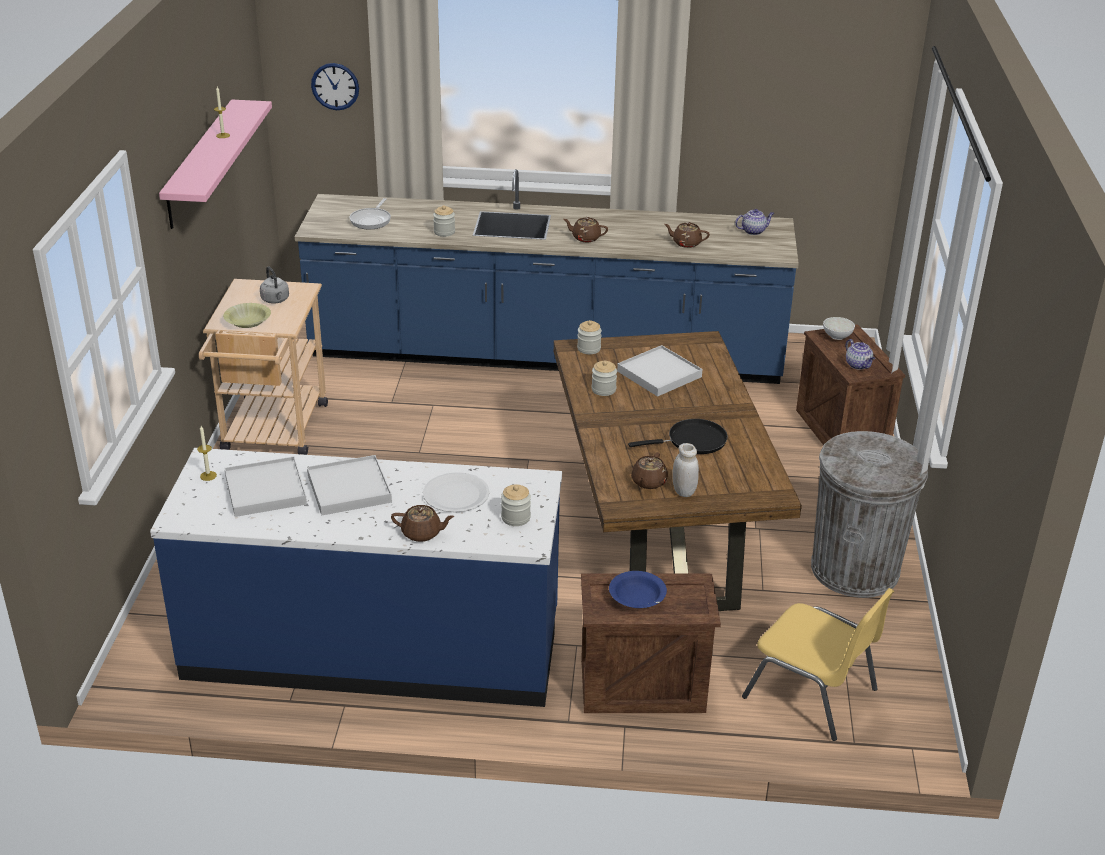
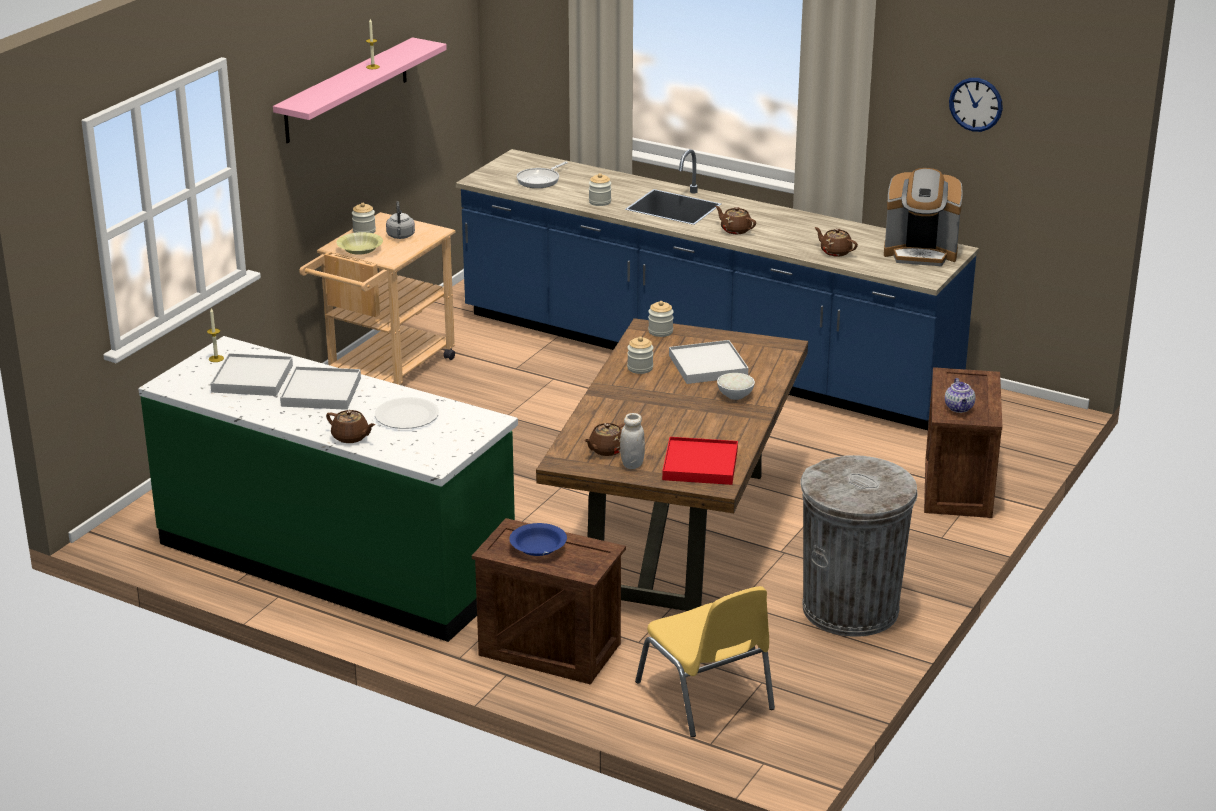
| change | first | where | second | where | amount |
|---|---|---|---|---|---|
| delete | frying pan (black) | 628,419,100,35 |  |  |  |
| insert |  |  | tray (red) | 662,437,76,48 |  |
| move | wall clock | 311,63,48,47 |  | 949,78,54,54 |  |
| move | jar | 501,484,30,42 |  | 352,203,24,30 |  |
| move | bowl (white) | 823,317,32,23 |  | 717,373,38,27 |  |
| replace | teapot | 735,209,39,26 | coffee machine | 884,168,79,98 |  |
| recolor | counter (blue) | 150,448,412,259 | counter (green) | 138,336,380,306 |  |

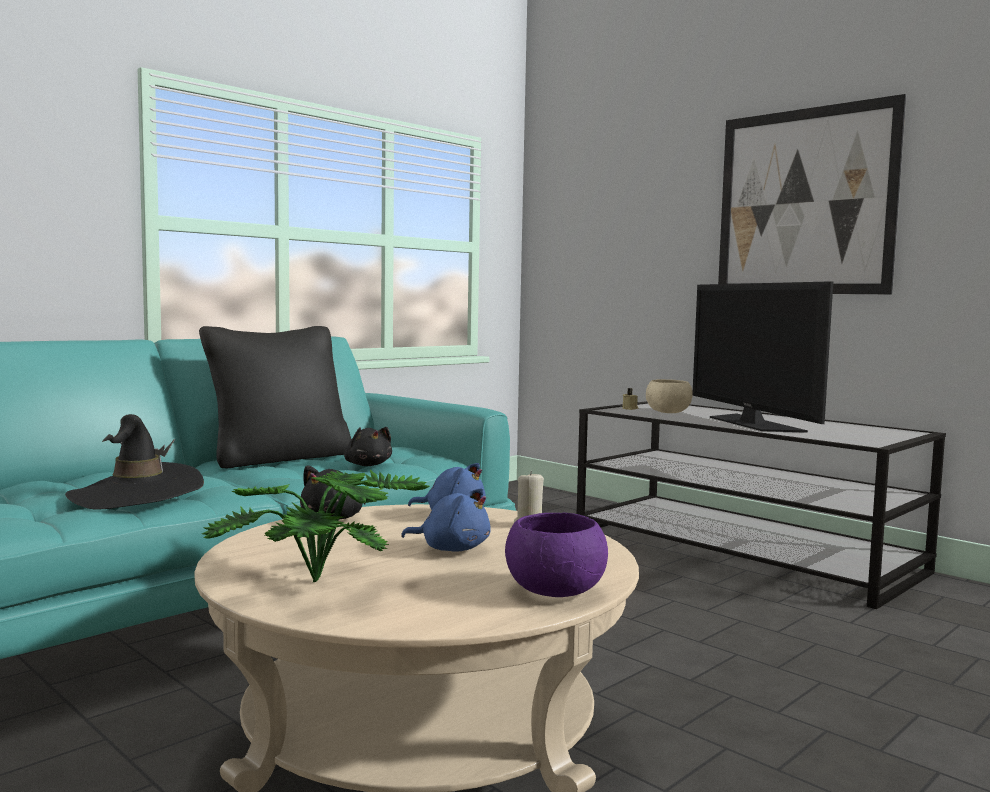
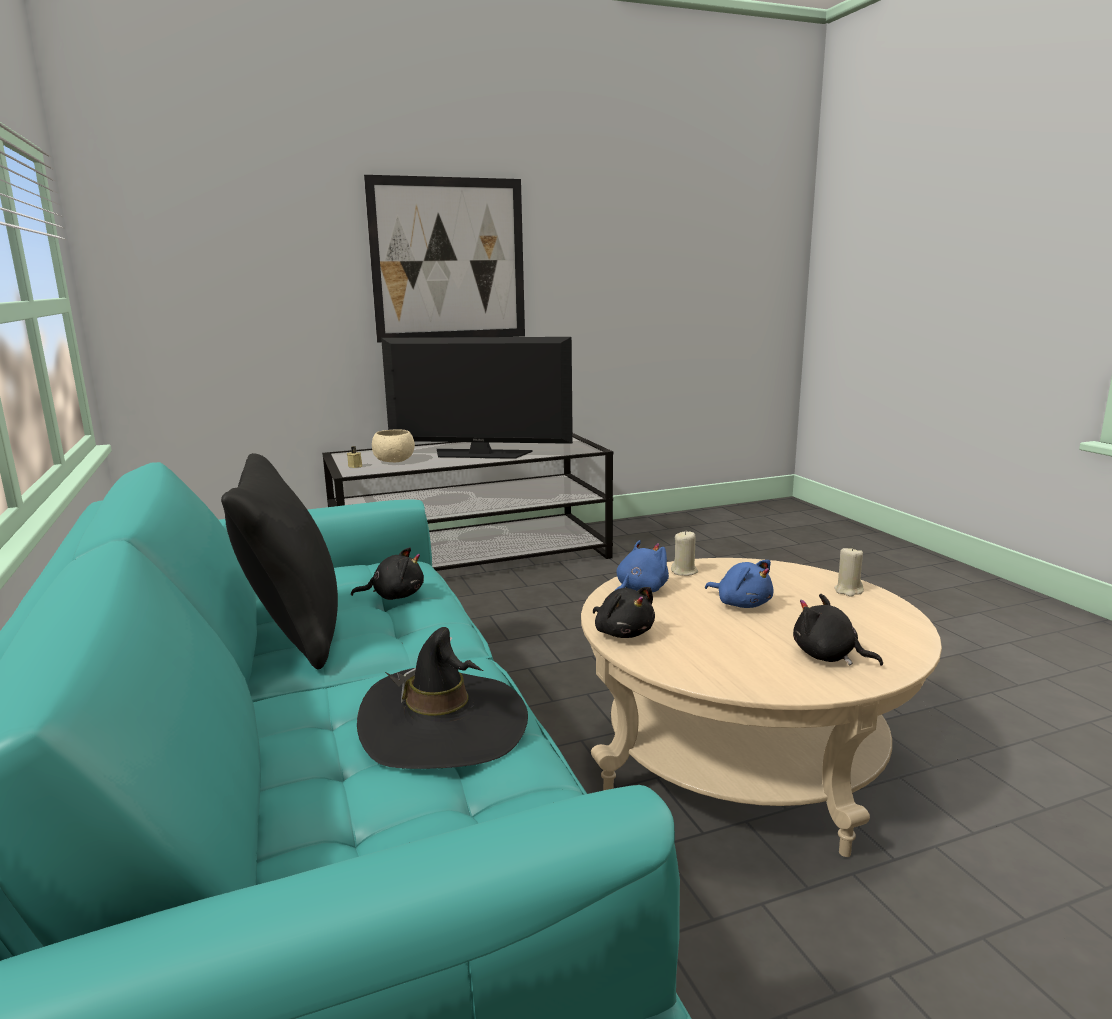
| change | first | where | second | where | amount |
|---|---|---|---|---|---|
| replace | potted plant | 202,470,228,112 | plush toy (black) | 793,594,90,72 |  |
| replace | bowl (purple) | 505,512,103,85 | candle (beige) | 834,547,30,50 |  |
| rotate | plush toy (blue) | 401,488,90,64 |  | 705,560,69,48 | 90 degrees clockwise |

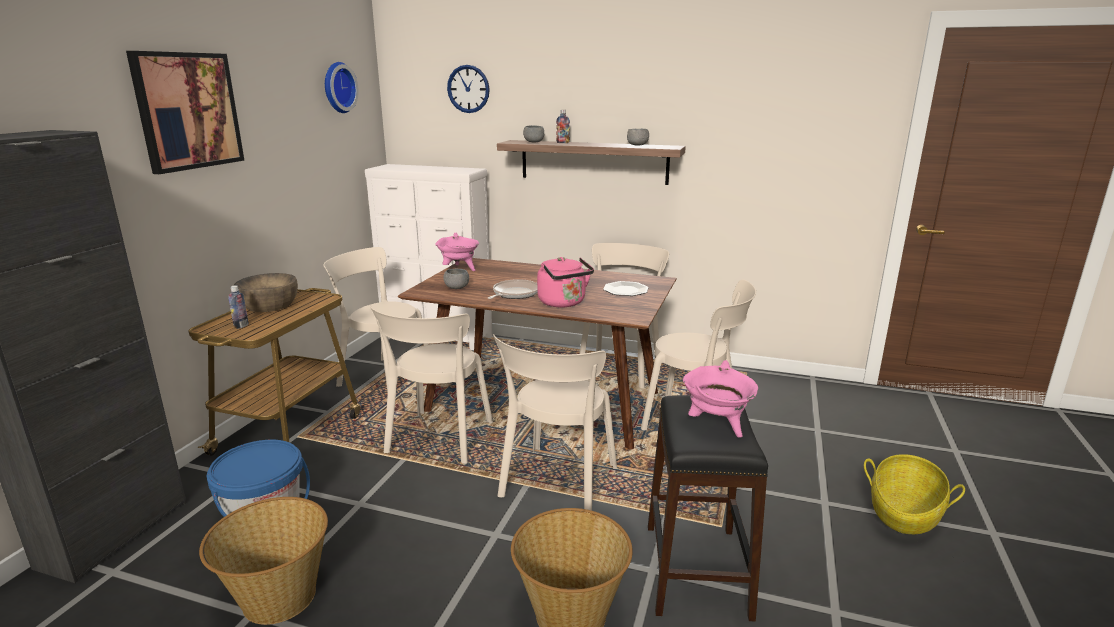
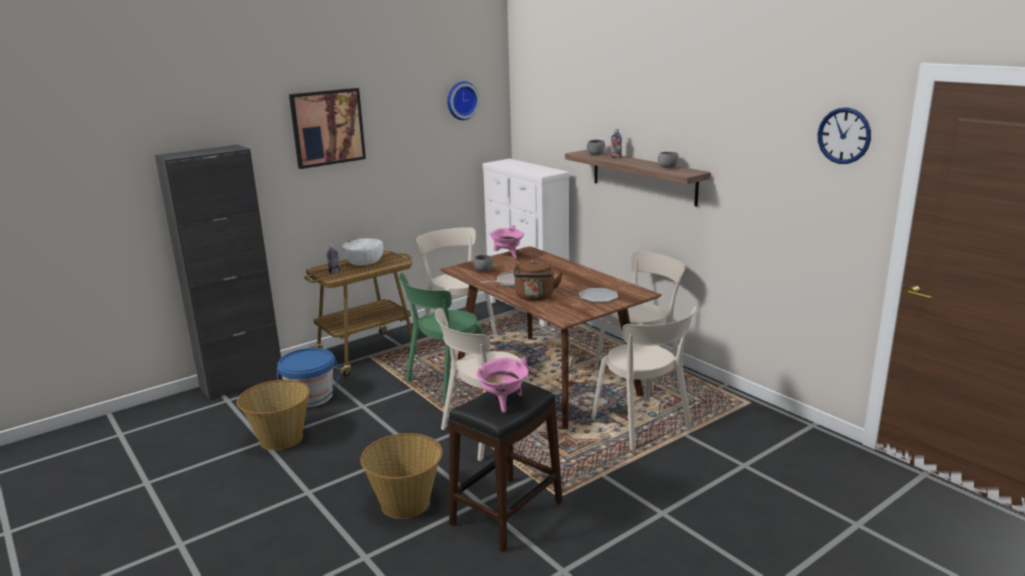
| change | first | where | second | where | amount |
|---|---|---|---|---|---|
| delete | basket | 864,454,101,80 |  |  |  |
| move | wall clock | 447,65,43,48 |  | 818,107,53,57 |  |
| recolor | bowl (brown) | 234,273,64,39 | bowl (white) | 342,238,41,27 |  |
| recolor | chair (beige) | 370,306,123,158 | chair (green) | 399,273,84,130 |  |
| recolor | kettle (pink) | 537,257,57,50 | kettle (brown) | 514,260,49,41 |  |

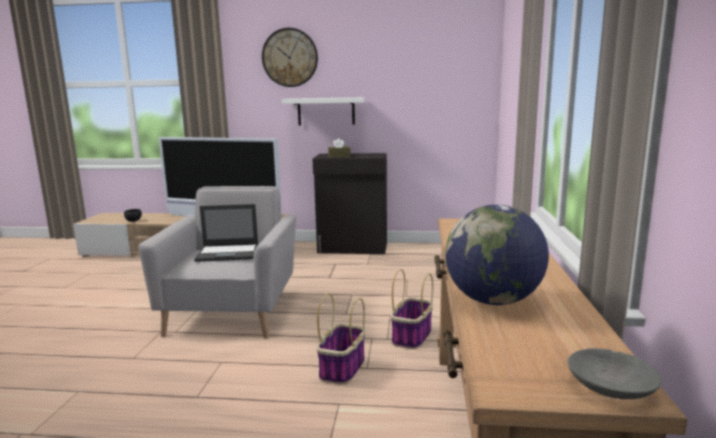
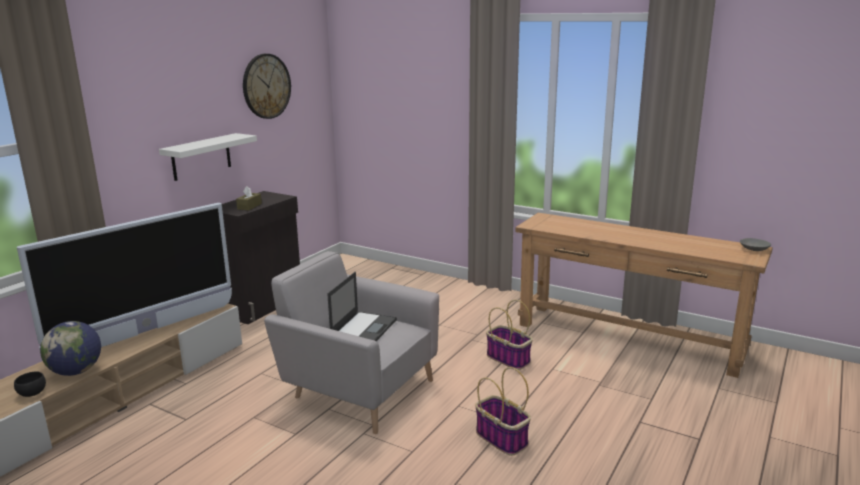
| change | first | where | second | where | amount |
|---|---|---|---|---|---|
| move | wall clock | 262,28,56,59 |  | 243,54,48,65 |  |
| move | basket | 391,269,42,80 |  | 475,367,56,89 |  |
| move | globe | 445,205,104,100 |  | 40,321,61,55 |  |

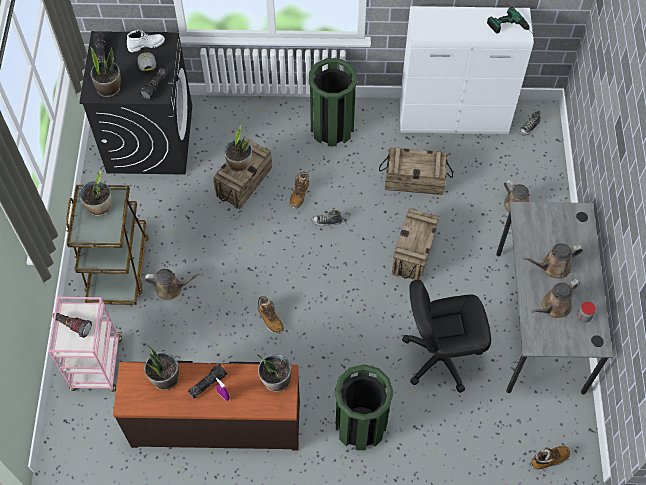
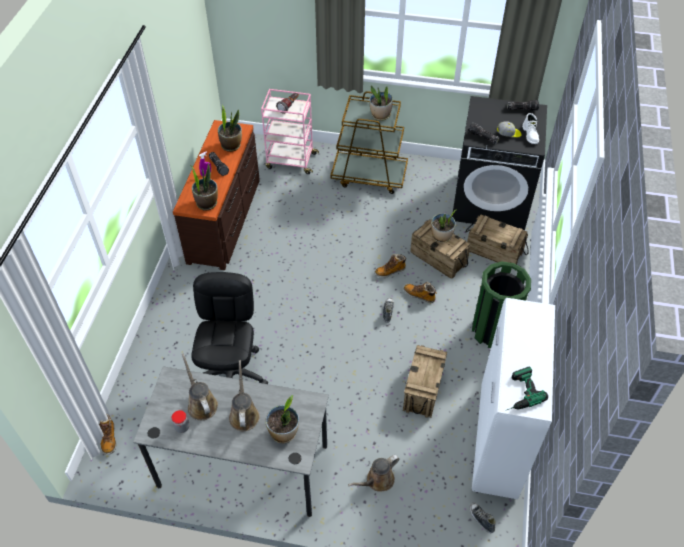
| change | first | where | second | where | amount |
|---|---|---|---|---|---|
| delete | watering can (brown) | 145,269,58,31 |  |  |  |
| delete | trash can (green) | 335,364,59,86 |  |  |  |
| move | potted plant | 90,47,31,50 |  | 265,395,34,48 |  |
| move | boot | 258,296,26,38 |  | 375,254,31,24 |  |
| move | crate | 392,208,48,72 |  | 465,214,64,50 |  |

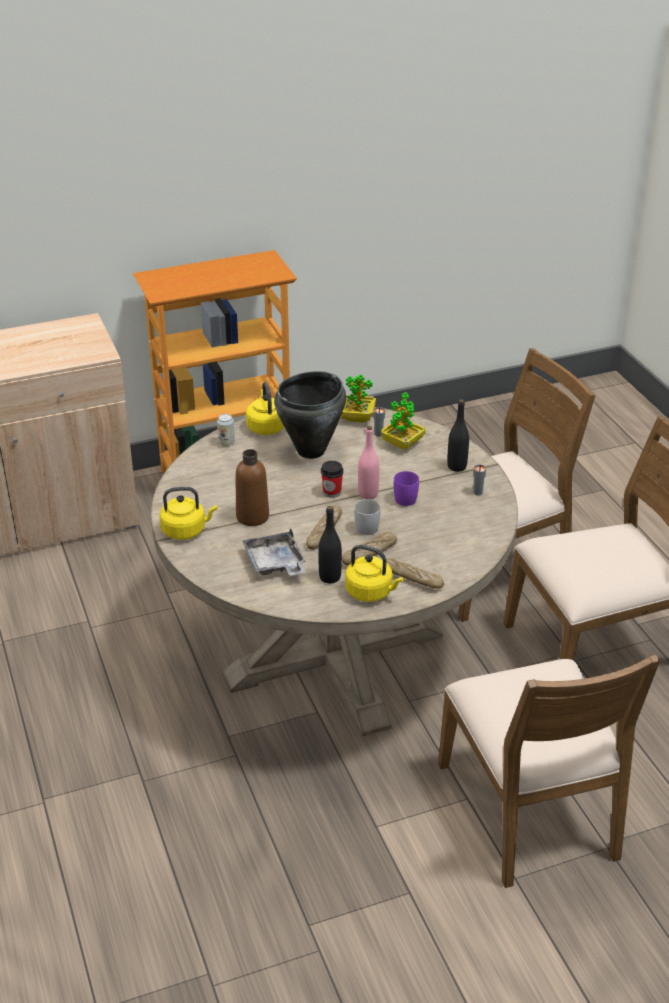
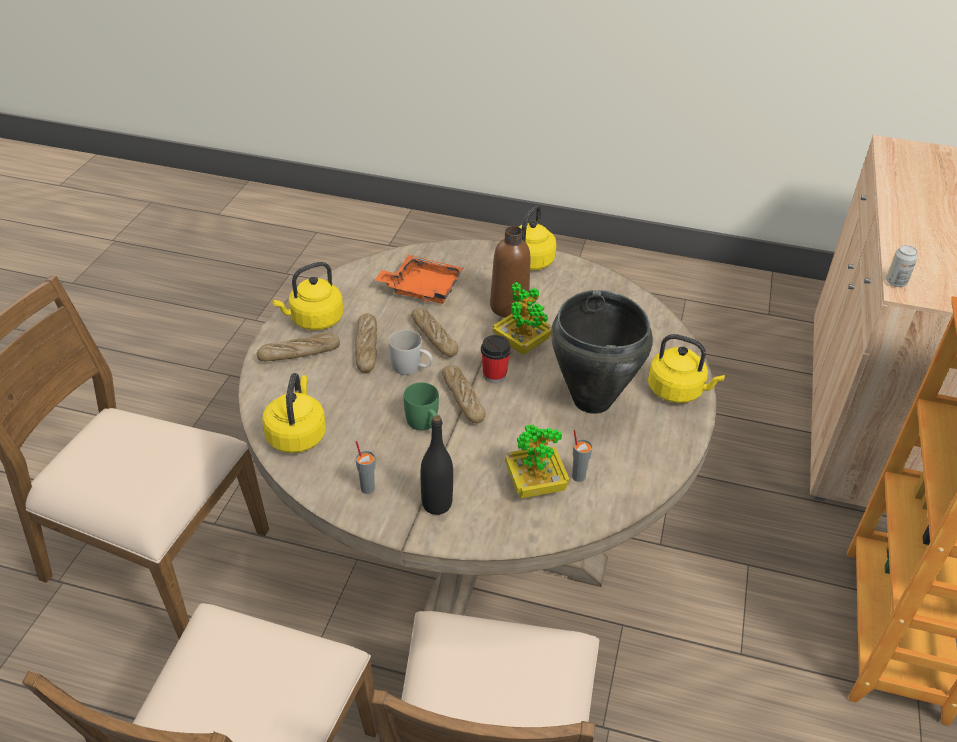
| change | first | where | second | where | amount |
|---|---|---|---|---|---|
| delete | bottle (black) | 318,506,24,78 |  |  |  |
| insert |  |  | kettle (yellow) | 263,373,63,80 |  |
| move | can | 217,414,18,32 |  | 886,245,32,42 |  |
| move | potted plant | 341,374,35,49 |  | 493,282,59,73 |  |
| replace | bottle (pink) | 358,426,21,73 | bread | 442,365,44,58 |  |
| recolor | tray (grey) | 242,528,64,48 | tray (orange) | 375,255,88,49 |  |
| recolor | mug (purple) | 394,471,25,35 | mug (green) | 403,382,36,49 |  |

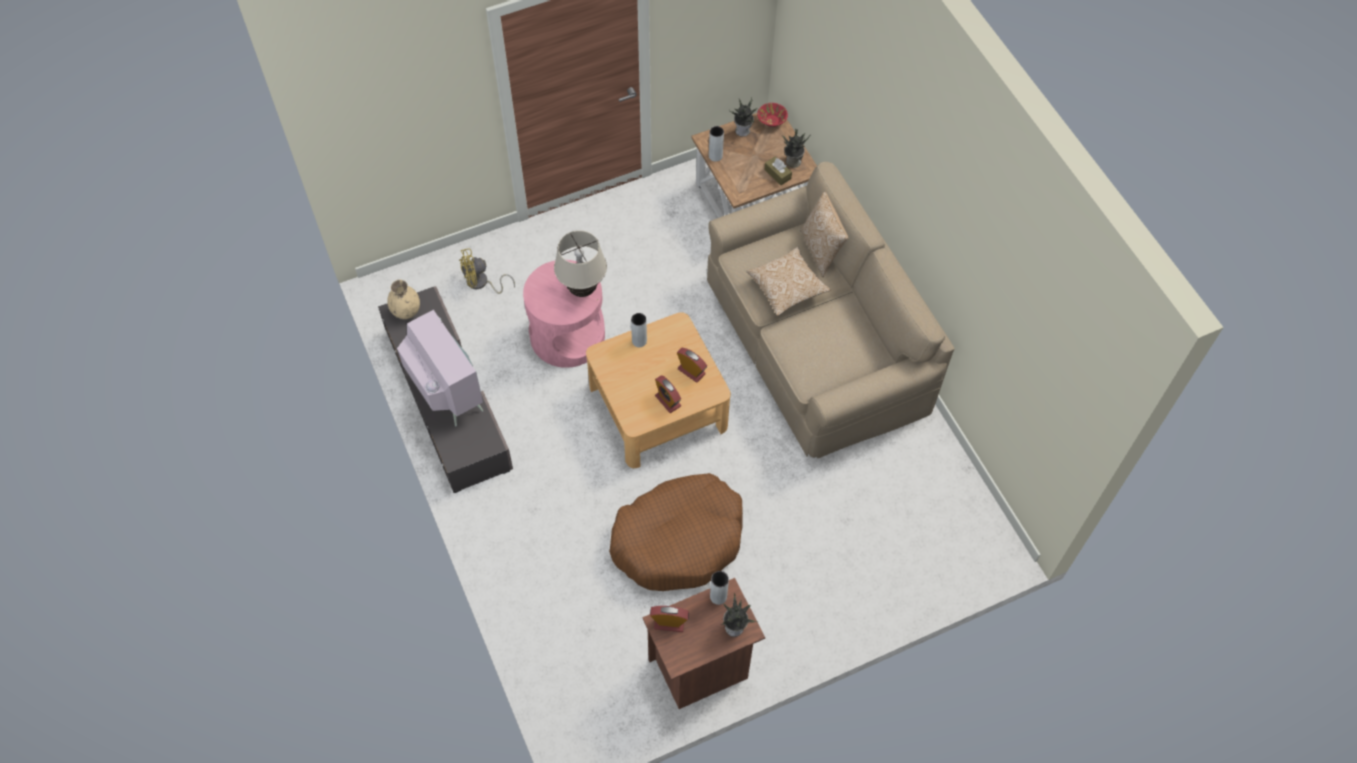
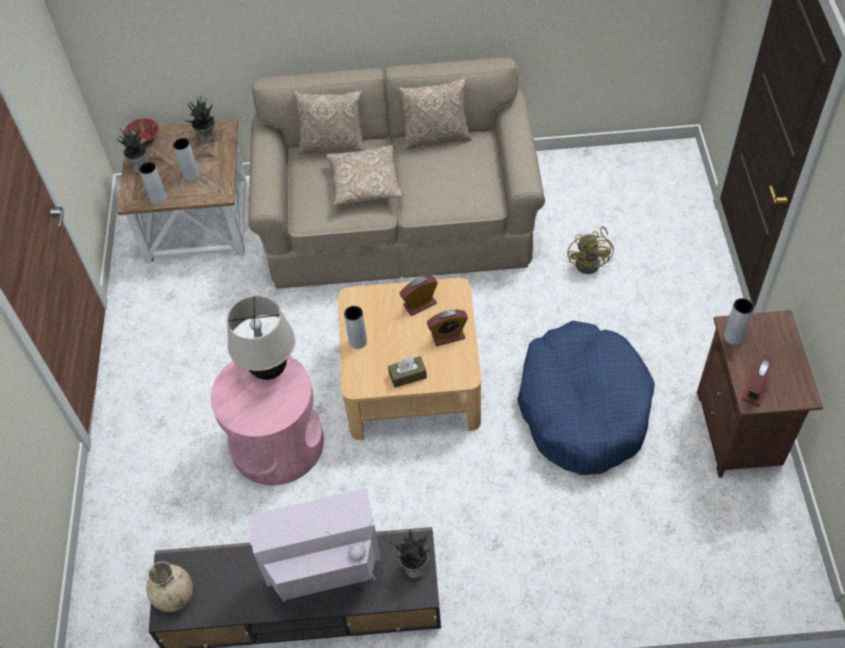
| change | first | where | second | where | amount |
|---|---|---|---|---|---|
| insert |  |  | vase (grey) | 173,138,26,43 |  |
| insert |  |  | pillow | 398,78,74,72 |  |
| move | fan (yellow) | 459,248,56,46 |  | 567,226,47,48 |  |
| move | potted plant | 721,593,35,44 |  | 389,530,42,48 |  |
| move | tissue box (brown) | 765,156,27,29 |  | 388,356,39,32 |  |
| recolor | dog bed (brown) | 609,473,134,118 | dog bed (blue) | 517,321,138,154 |  |

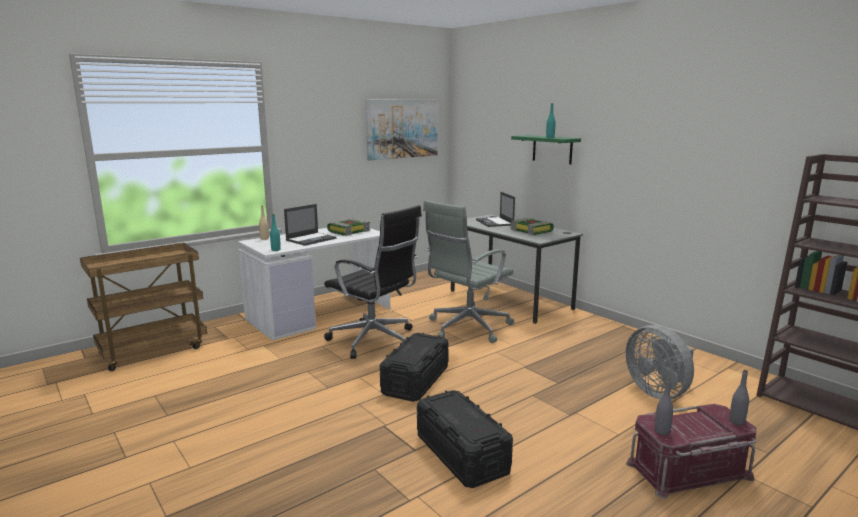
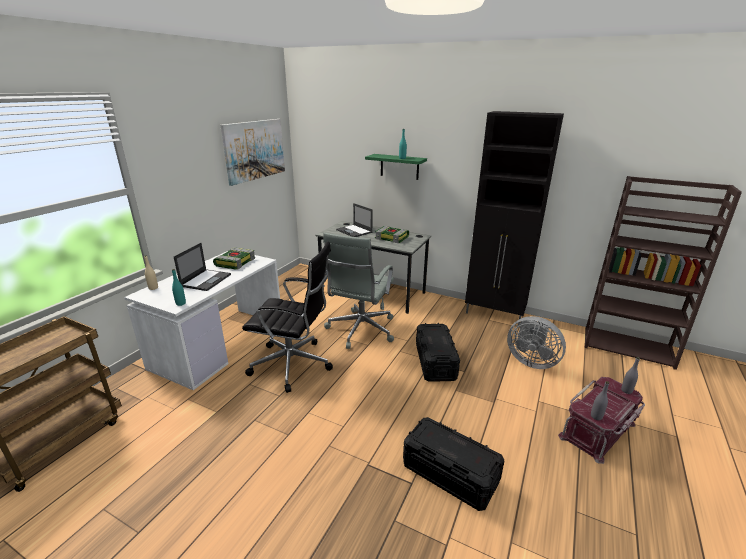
| change | first | where | second | where | amount |
|---|---|---|---|---|---|
| insert |  |  | cabinet (black) | 465,111,99,212 |  |
| move | storage box (black) | 380,333,69,69 |  | 416,323,44,59 |  |

